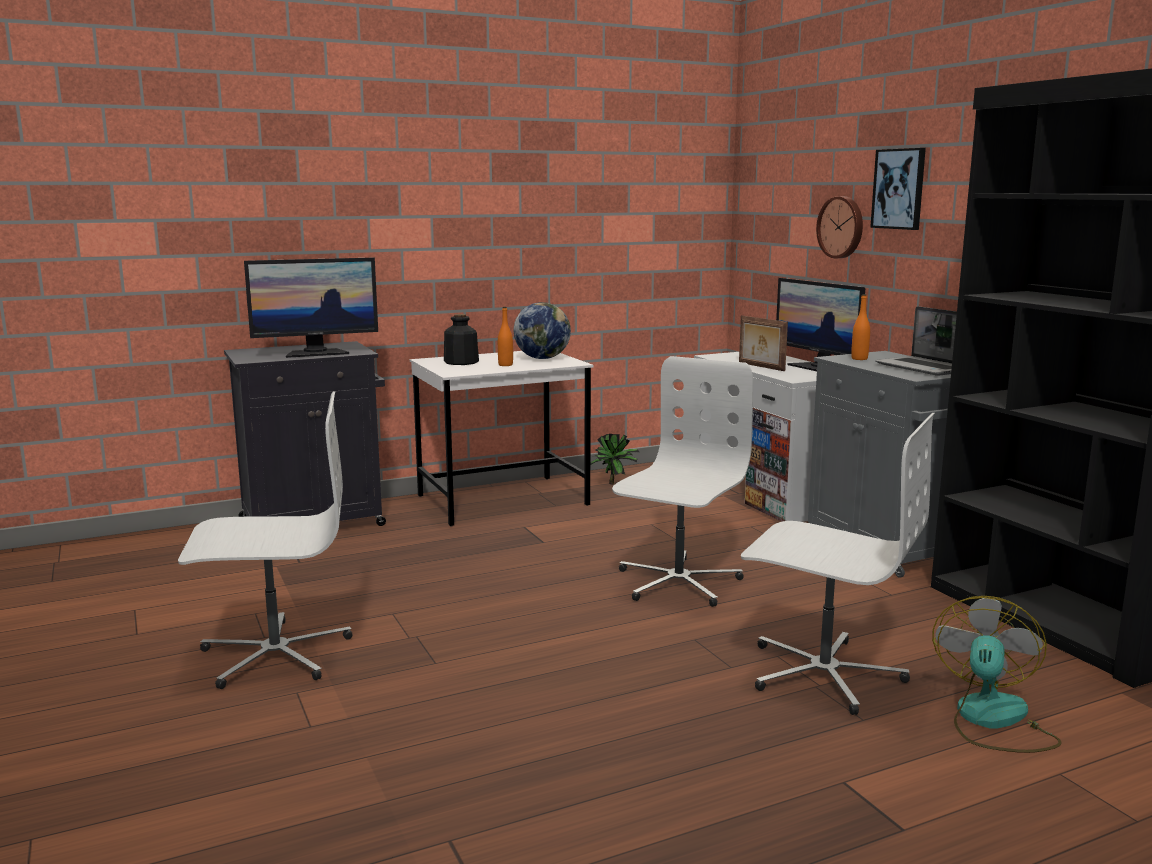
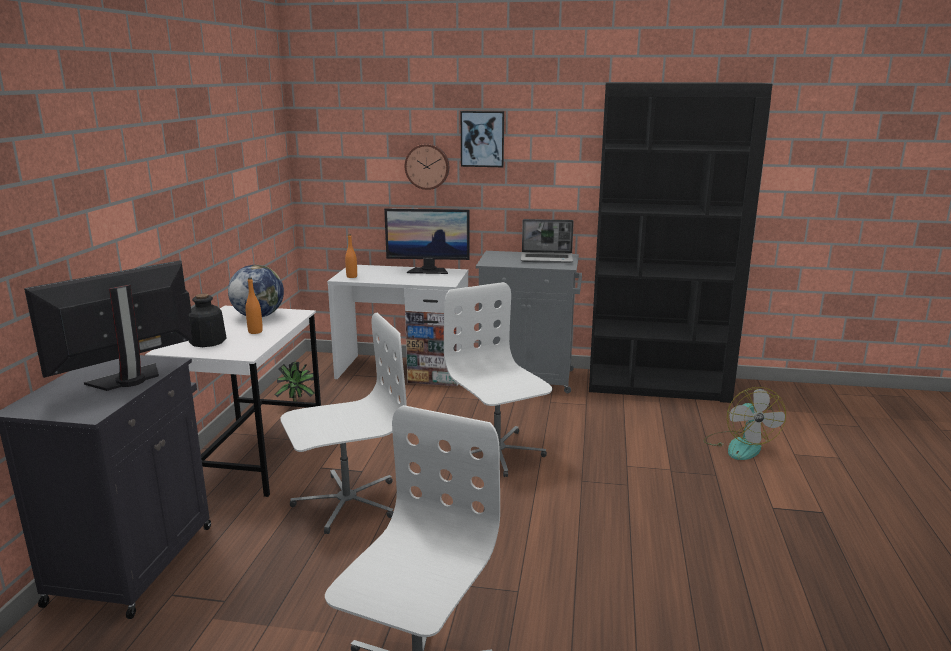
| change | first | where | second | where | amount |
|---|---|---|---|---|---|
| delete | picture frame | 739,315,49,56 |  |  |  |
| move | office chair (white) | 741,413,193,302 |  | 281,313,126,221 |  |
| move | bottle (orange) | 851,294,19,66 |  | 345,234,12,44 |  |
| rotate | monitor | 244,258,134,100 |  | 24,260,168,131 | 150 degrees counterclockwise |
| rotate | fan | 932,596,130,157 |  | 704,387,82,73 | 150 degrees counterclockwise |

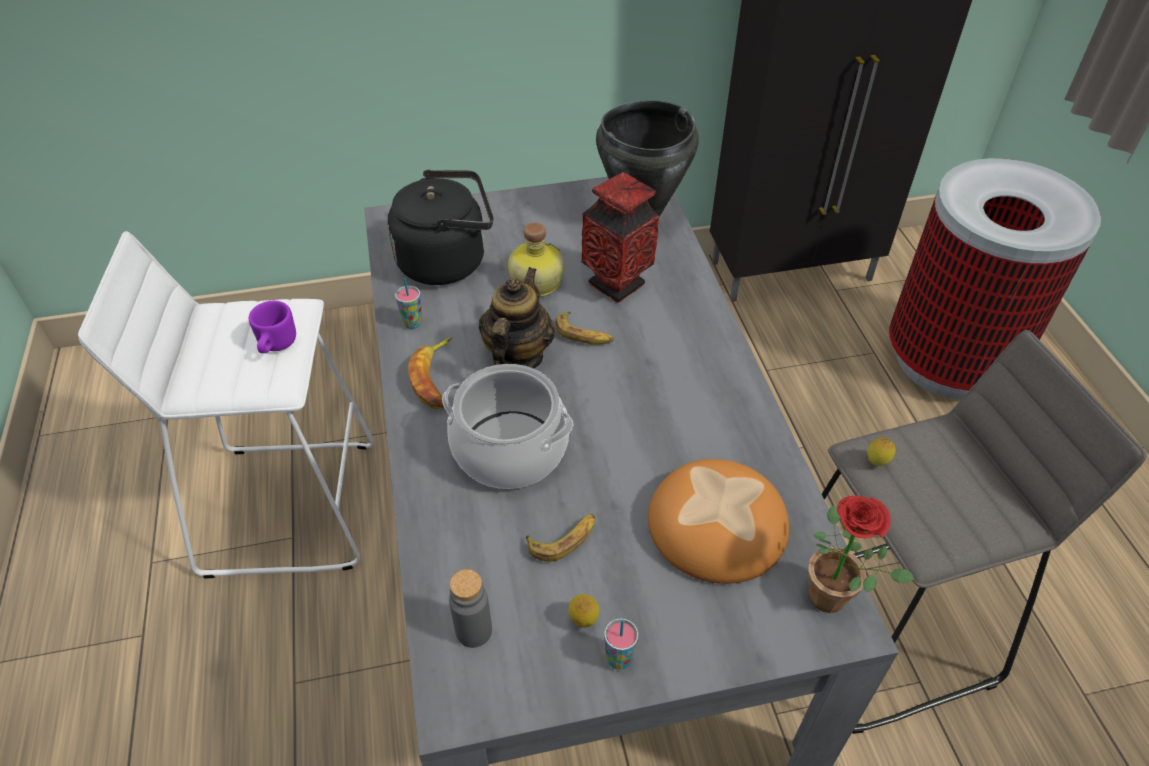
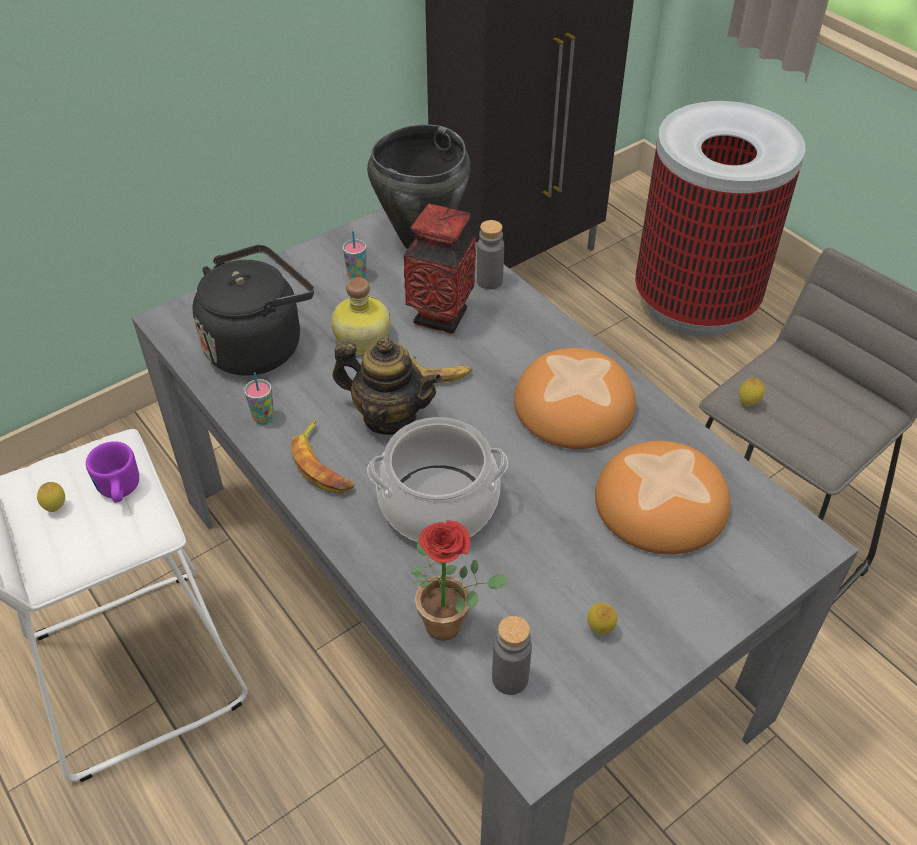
| change | first | where | second | where | amount |
|---|---|---|---|---|---|
| delete | banana | 526,514,69,48 |  |  |  |
| insert |  |  | lemon | 37,482,28,30 |  |
| insert |  |  | bottle (grey) | 477,220,27,69 |  |
| insert |  |  | bread | 514,348,122,101 |  |
| move | cup | 604,618,34,52 |  | 343,231,23,48 |  |
| move | potted plant | 808,496,106,117 |  | 411,520,97,121 |  |
| rotate | teapot | 479,267,76,102 |  | 333,337,109,98 | 120 degrees clockwise |

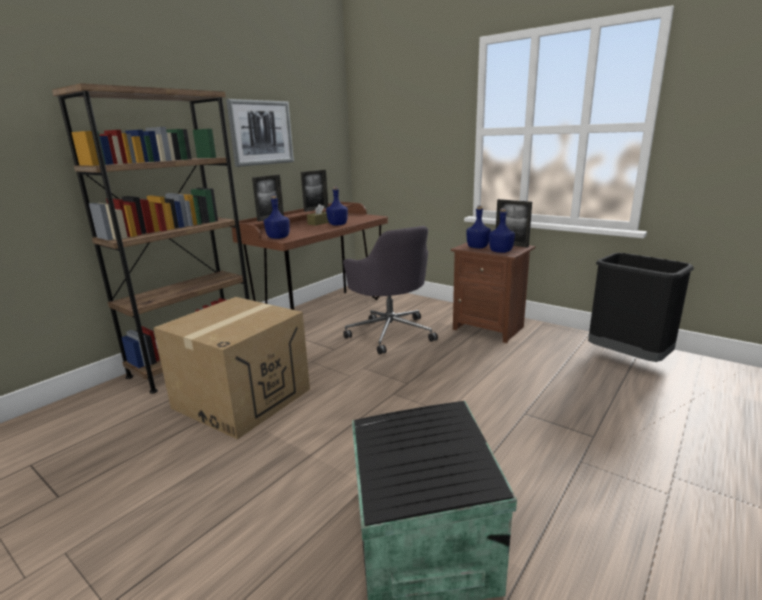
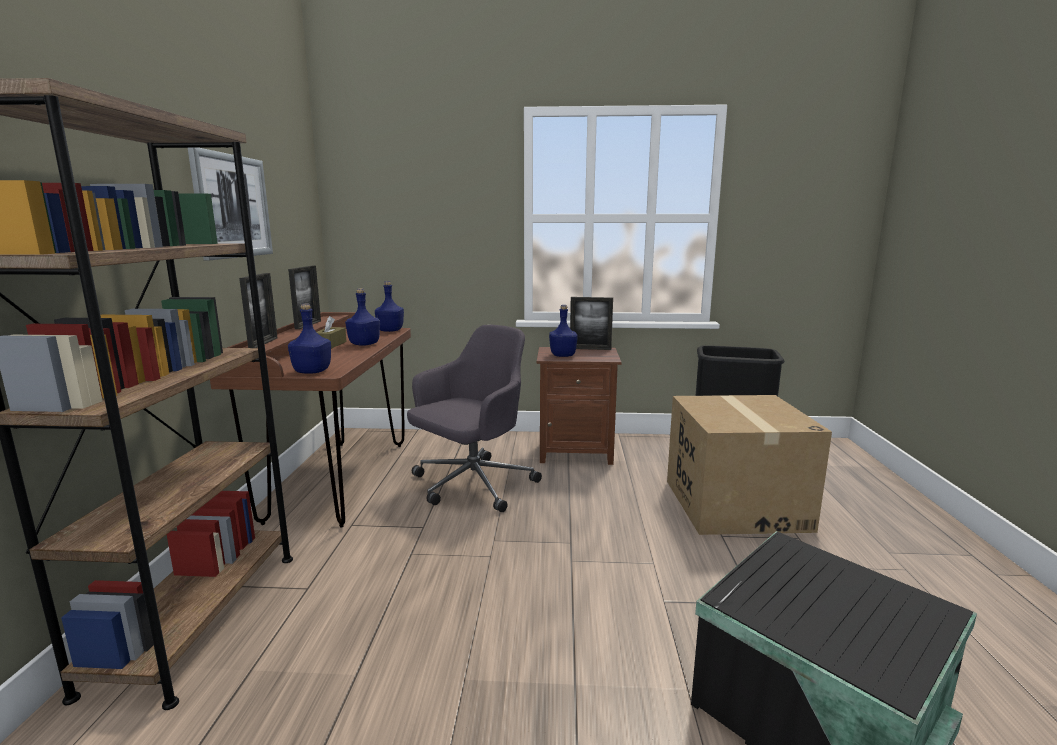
| change | first | where | second | where | amount |
|---|---|---|---|---|---|
| move | cardboard box | 154,297,156,142 |  | 667,395,165,140 |  |
| move | bottle (blue) | 489,208,26,45 |  | 375,281,29,51 |  |
| rotate | office chair (grey) | 343,226,95,129 |  | 407,325,135,187 | 75 degrees counterclockwise |

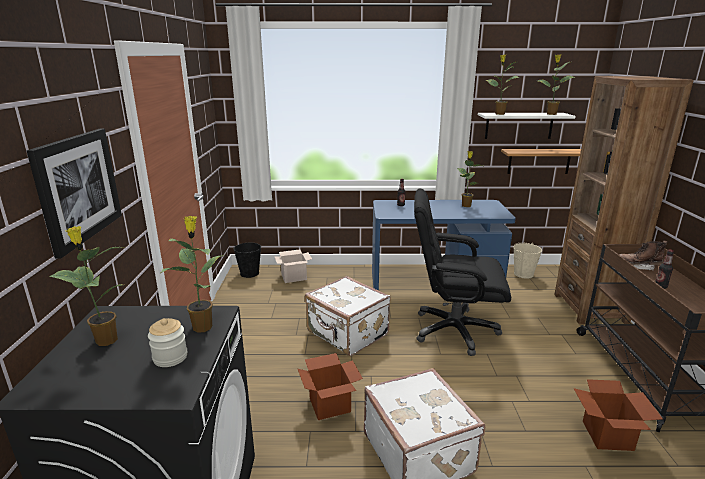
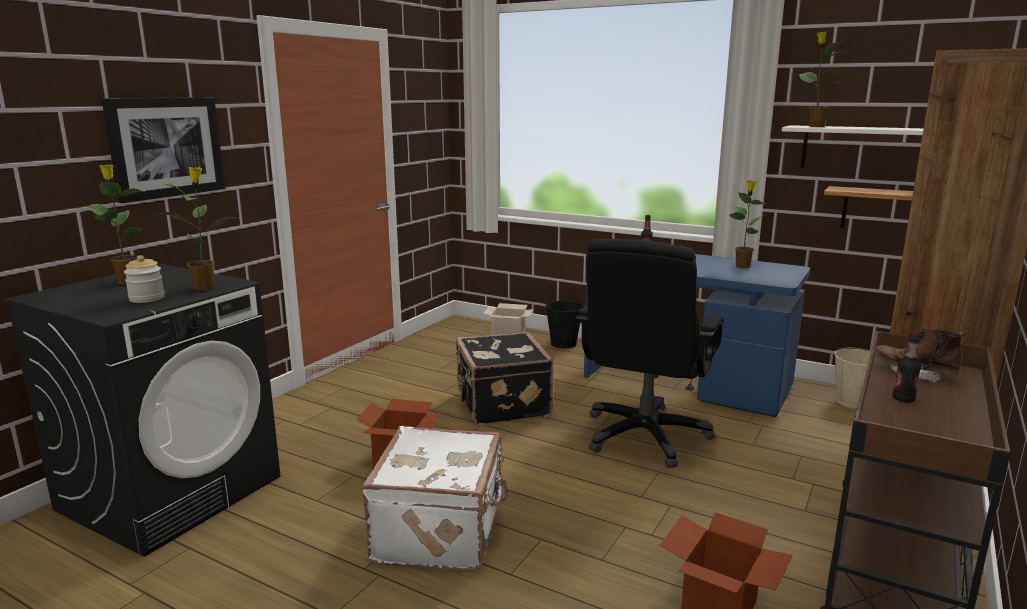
| change | first | where | second | where | amount |
|---|---|---|---|---|---|
| delete | potted plant | 538,54,37,61 |  |  |  |
| move | bucket (black) | 233,243,28,35 |  | 545,300,38,48 |  |
| recolor | suitcase (white) | 305,276,85,80 | suitcase (black) | 455,332,98,94 |  |
| rotate | office chair (black) | 414,188,97,168 |  | 576,239,148,229 | 105 degrees counterclockwise |

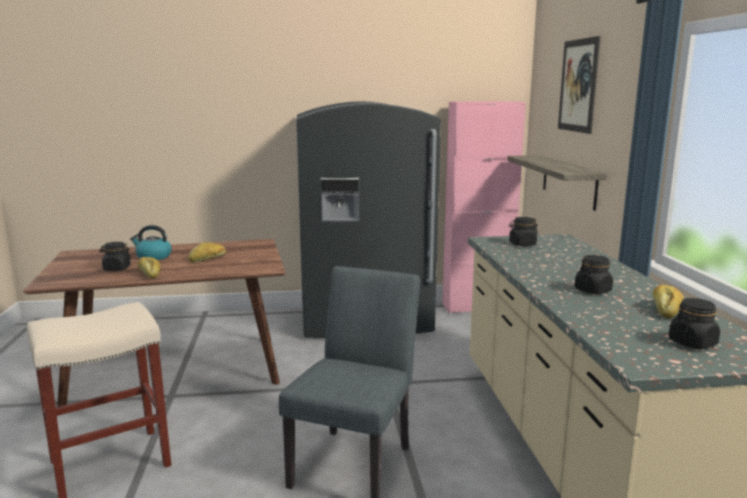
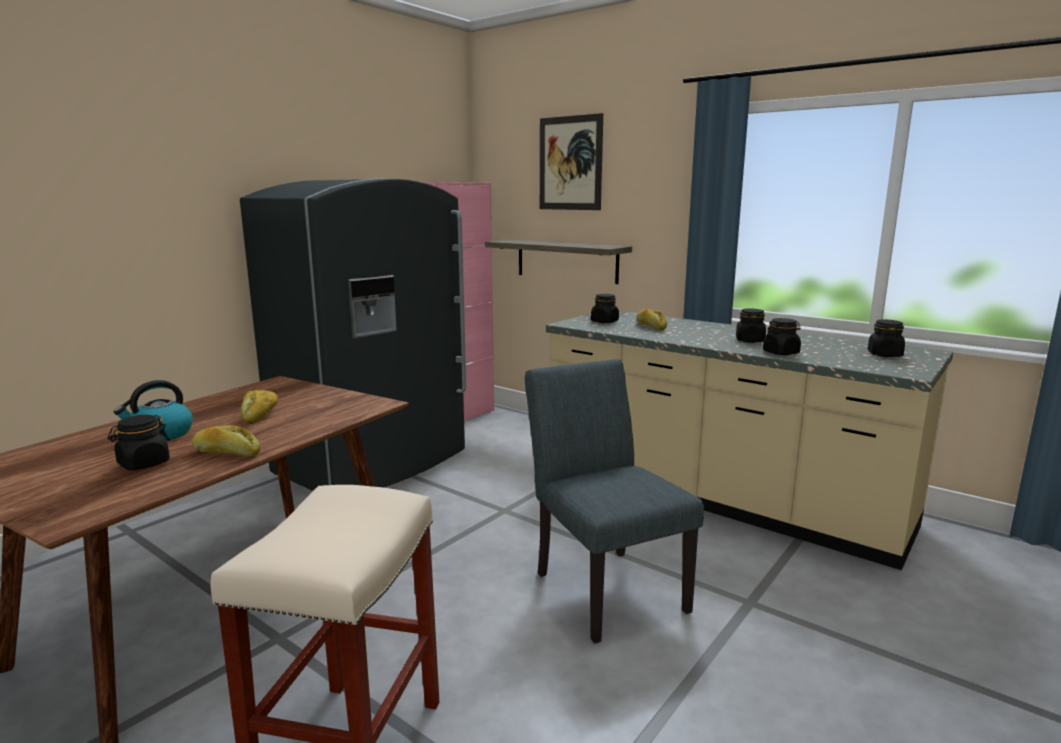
| change | first | where | second | where | amount |
|---|---|---|---|---|---|
| insert |  |  | jar (black) | 763,318,38,37 |  |
| move | bread | 653,285,31,34 |  | 636,309,31,21 |  |

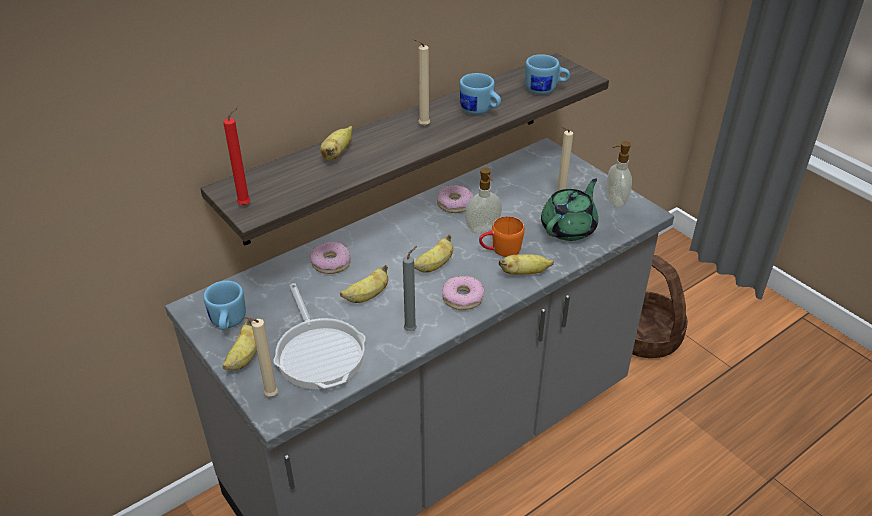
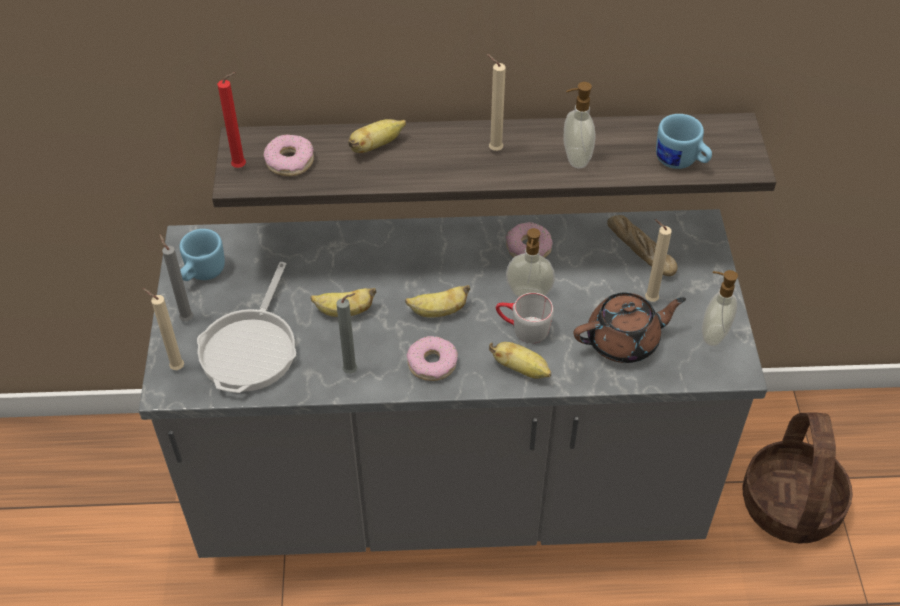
| change | first | where | second | where | amount |
|---|---|---|---|---|---|
| insert |  |  | bread | 607,215,71,61 |  |
| move | donut | 310,242,41,32 |  | 263,135,51,41 |  |
| replace | banana | 222,319,35,52 | candle (grey) | 159,234,35,87 |  |
| replace | mug (blue) | 460,73,41,42 | soap dispenser | 564,82,31,86 |  |
| recolor | mug (orange) | 479,216,46,41 | mug (grey) | 496,293,58,50 |  |
| recolor | teapot (green) | 541,178,57,63 | teapot (brown) | 574,292,112,71 |  |

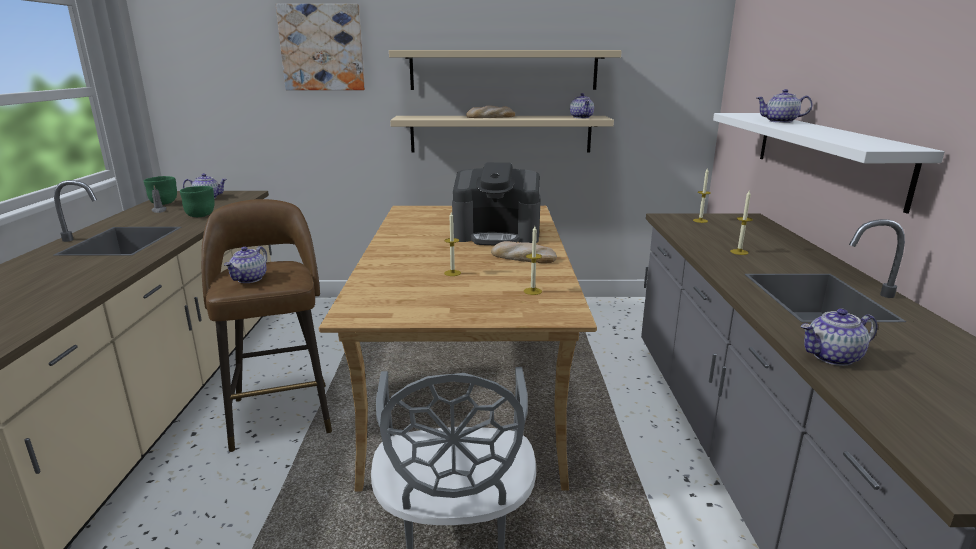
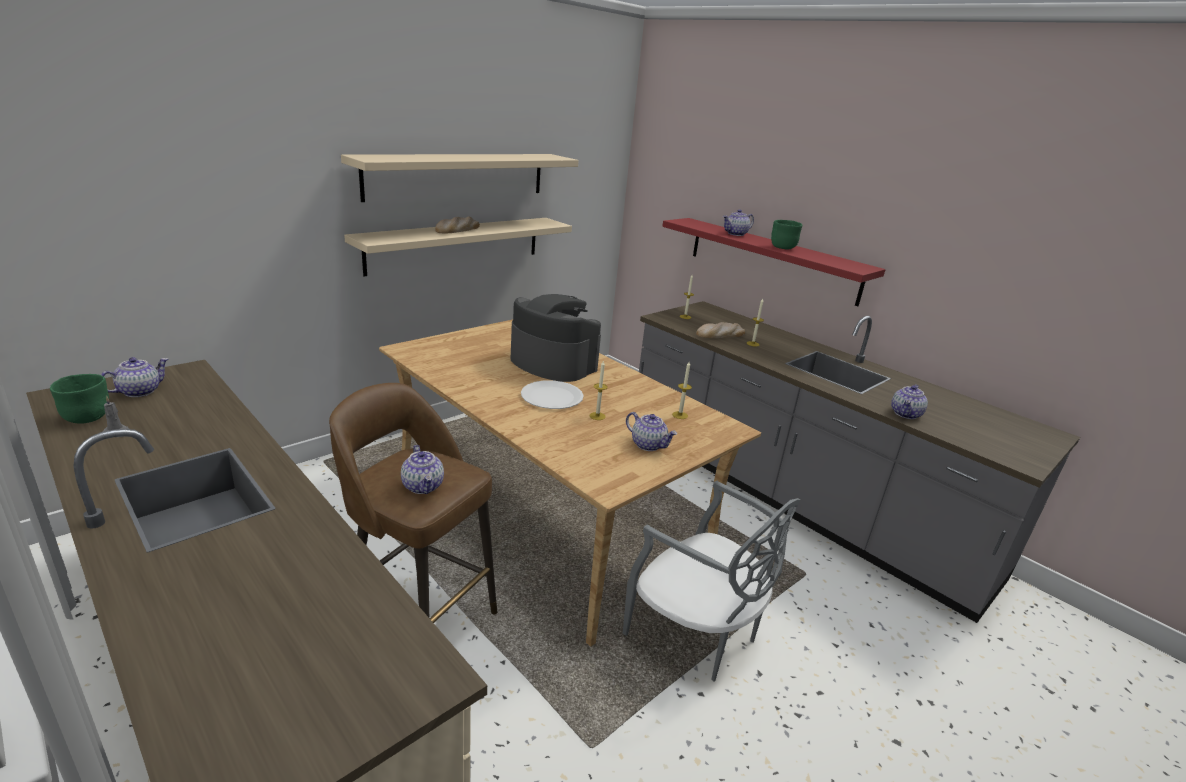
| change | first | where | second | where | amount |
|---|---|---|---|---|---|
| delete | picture | 276,4,89,86 |  |  |  |
| insert |  |  | plate (white) | 521,380,63,29 |  |
| move | bowl (green) | 180,186,35,31 |  | 771,220,31,29 |  |
| move | bread | 491,241,66,22 |  | 696,322,49,16 |  |
| move | teapot | 570,93,24,25 |  | 626,412,51,39 |  |
| recolor | shelf (white) | 713,113,232,101 | shelf (red) | 662,218,224,88 |  |
| rotate | coffee machine | 452,162,89,83 |  | 511,294,90,88 | 105 degrees counterclockwise |

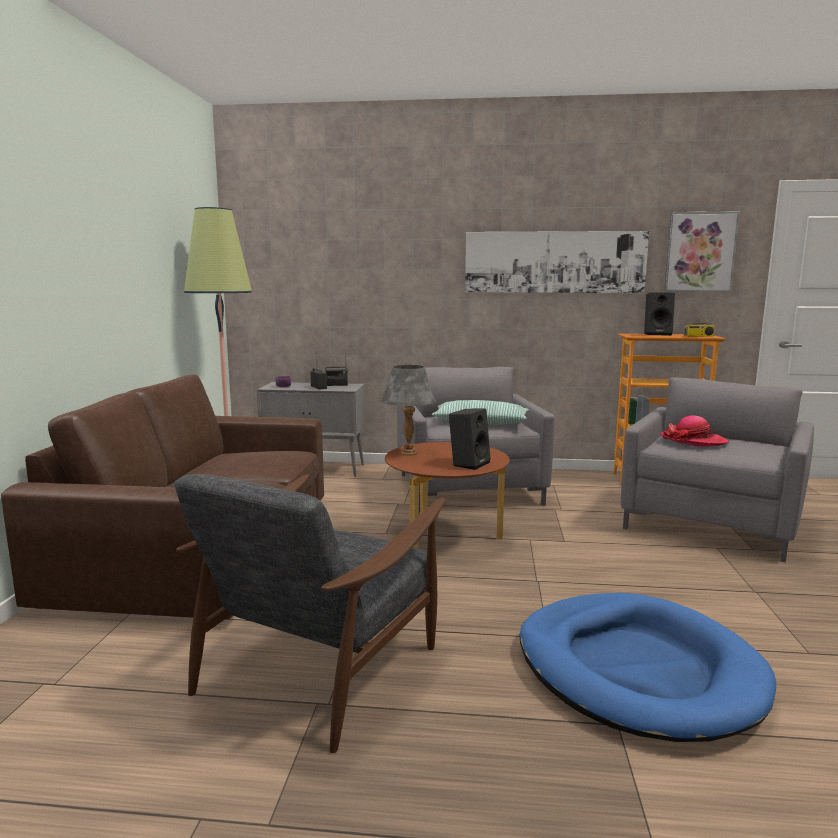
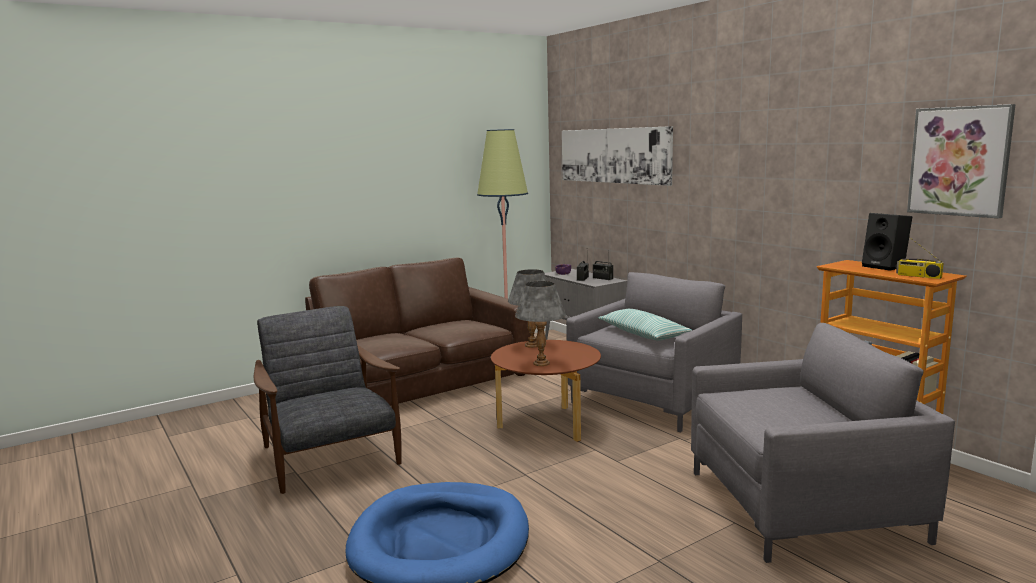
| change | first | where | second | where | amount |
|---|---|---|---|---|---|
| delete | hat | 660,415,69,32 |  |  |  |
| move | picture | 465,231,184,62 |  | 562,126,111,60 |  |
| replace | speaker (black) | 449,409,42,61 | table lamp (grey) | 515,281,51,85 |  |
| rotate | armchair (grey) | 174,474,271,279 |  | 254,306,148,188 | 75 degrees clockwise |

